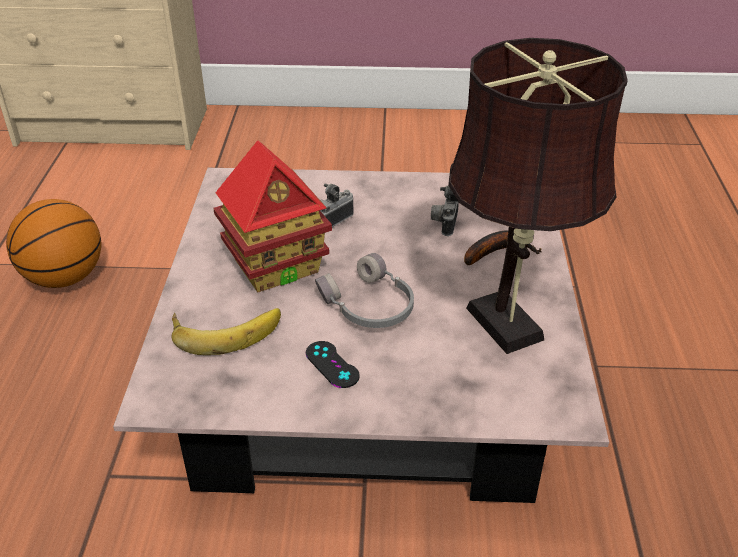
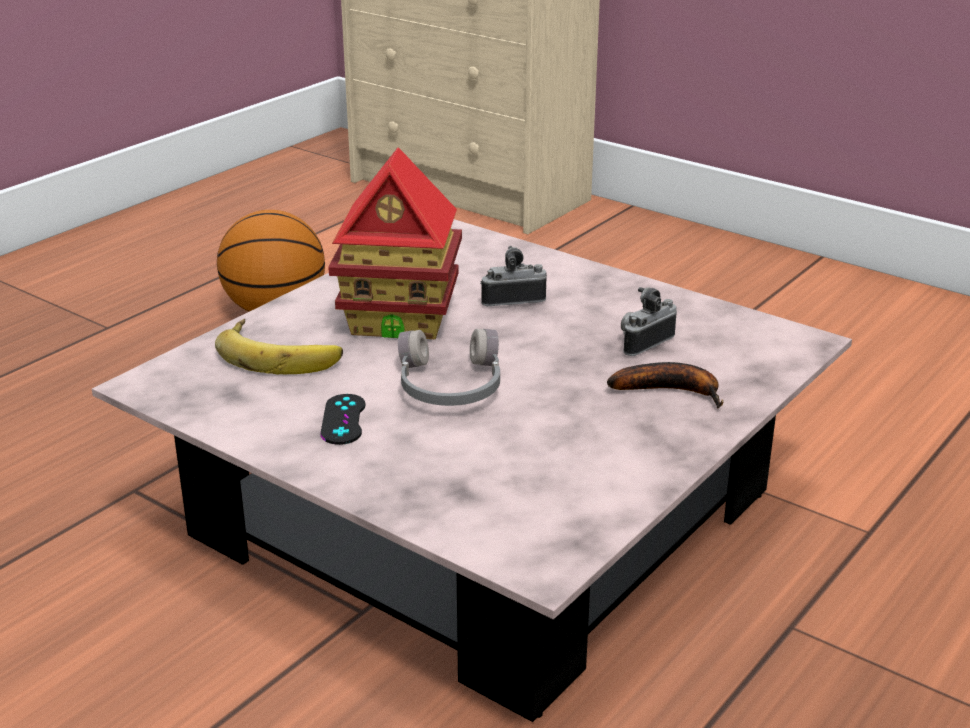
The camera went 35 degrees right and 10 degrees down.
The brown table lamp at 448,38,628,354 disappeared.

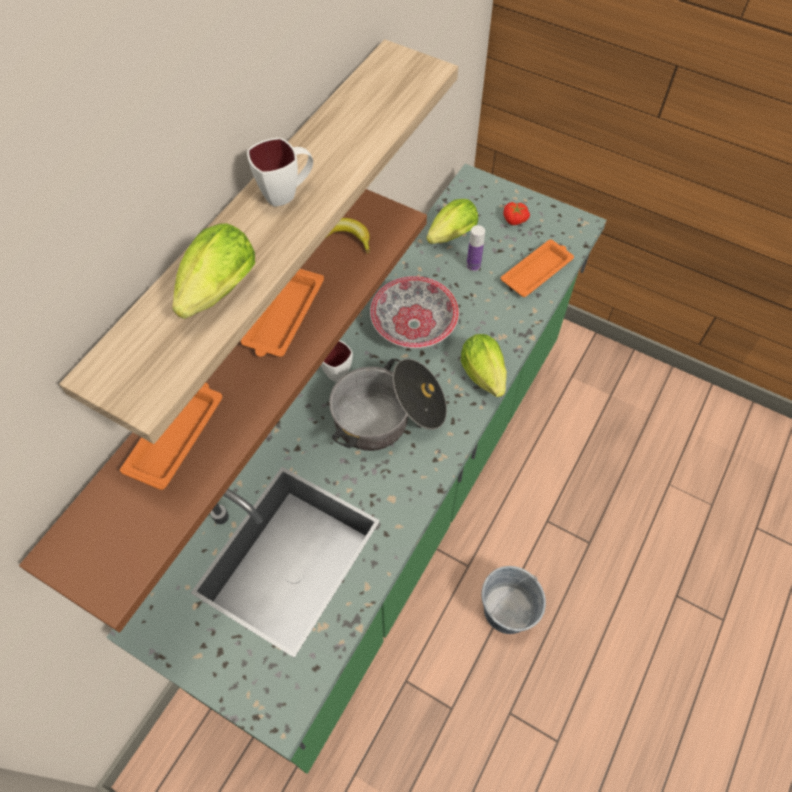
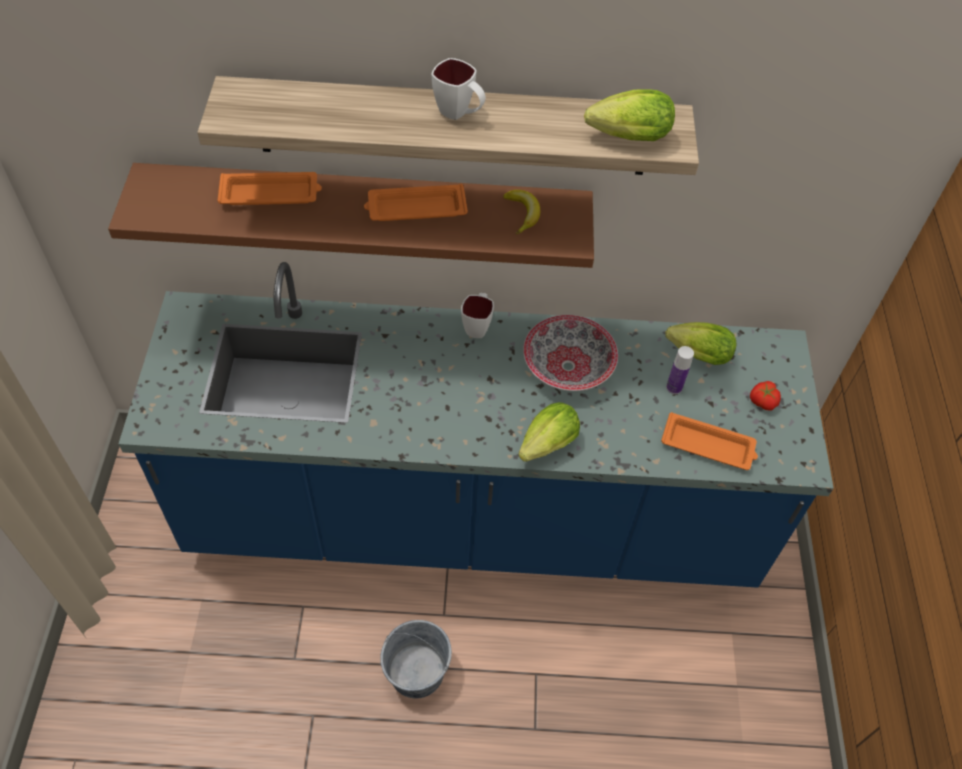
The camera went 60 degrees right and 5 degrees down.
The green counter at 106,164,607,774 became the blue counter at 119,262,834,588.
The lettuce moved from 172,223,255,319 to 584,89,675,141.
The cooking pot at 329,359,447,451 disappeared.

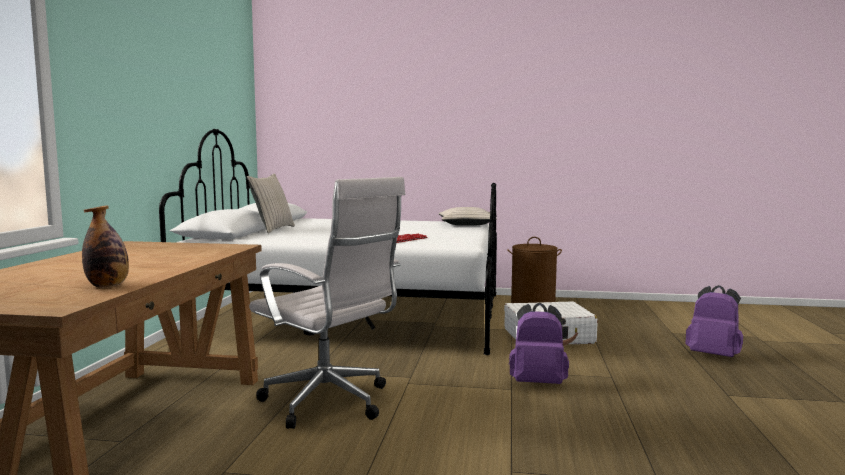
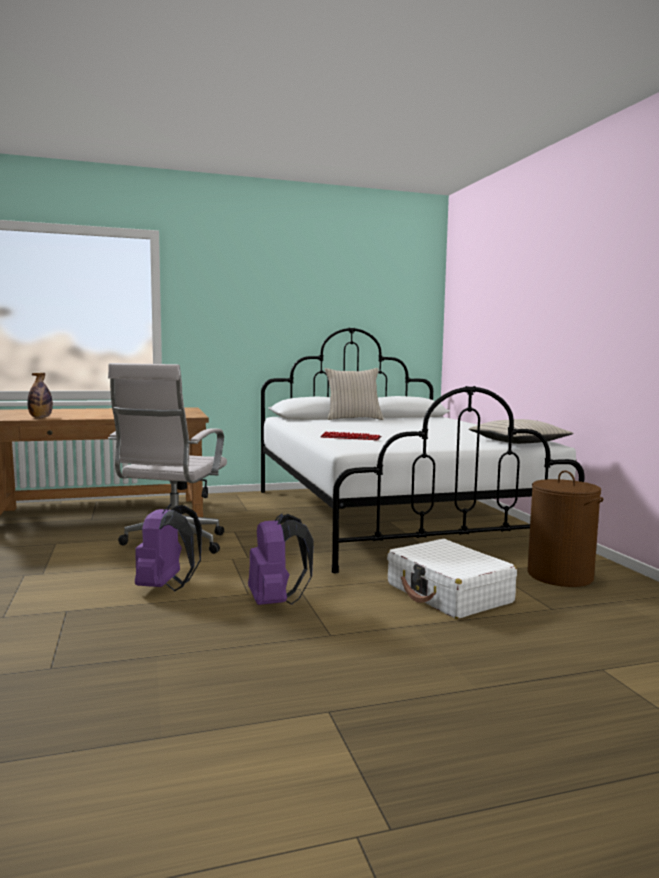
The camera went 65 degrees right and 0 degrees up.
The purple backpack moved from 685,285,743,357 to 135,504,202,591.

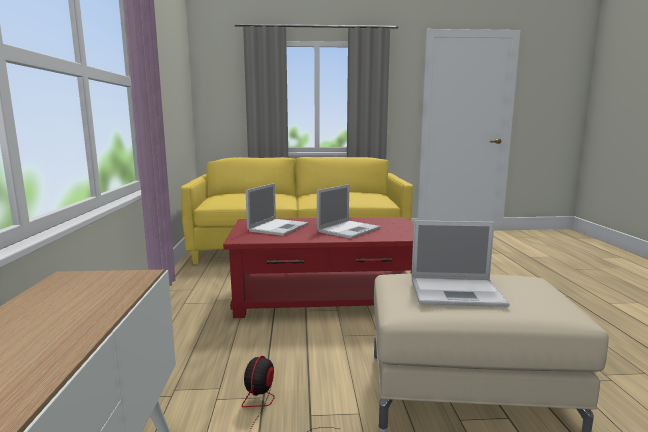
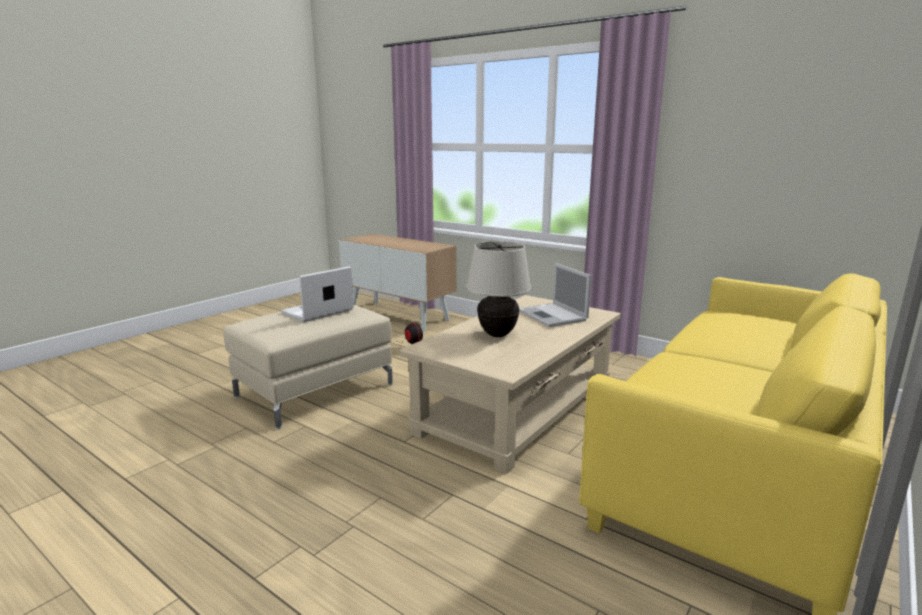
The camera went 130 degrees right and 5 degrees up.
The laptop at 317,184,381,239 was replaced by the beige table lamp at 466,241,531,337.
The red coffee table at 223,217,414,318 became the beige coffee table at 400,295,621,474.

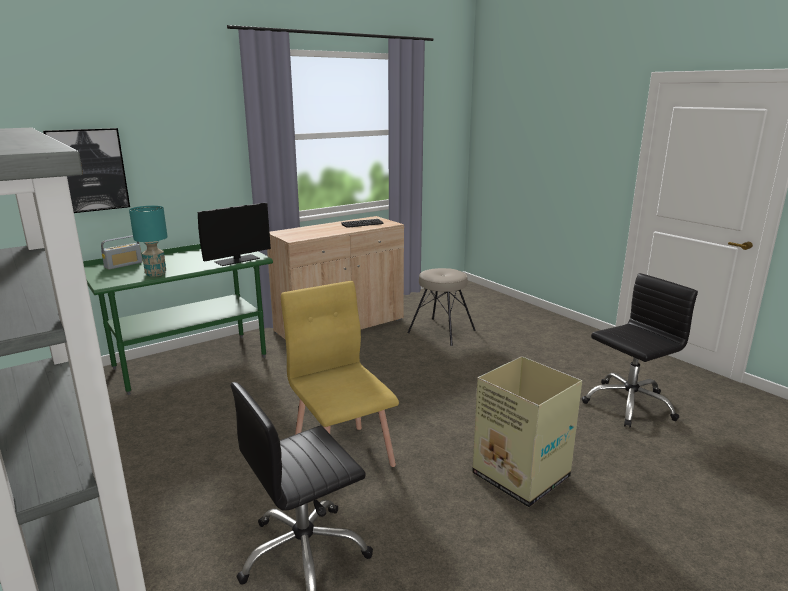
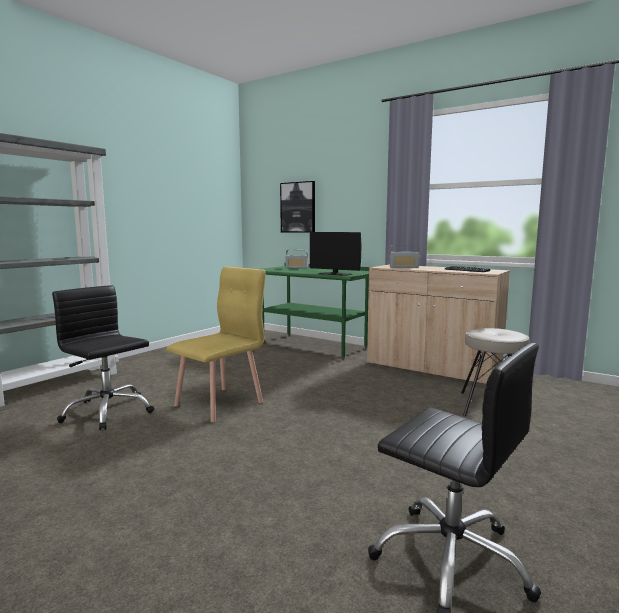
The camera went 70 degrees right and 10 degrees down.
The turquoise table lamp at 129,206,168,277 disappeared.
The cardboard box at 472,356,582,507 disappeared.
The radio at 389,245,420,268 appeared.

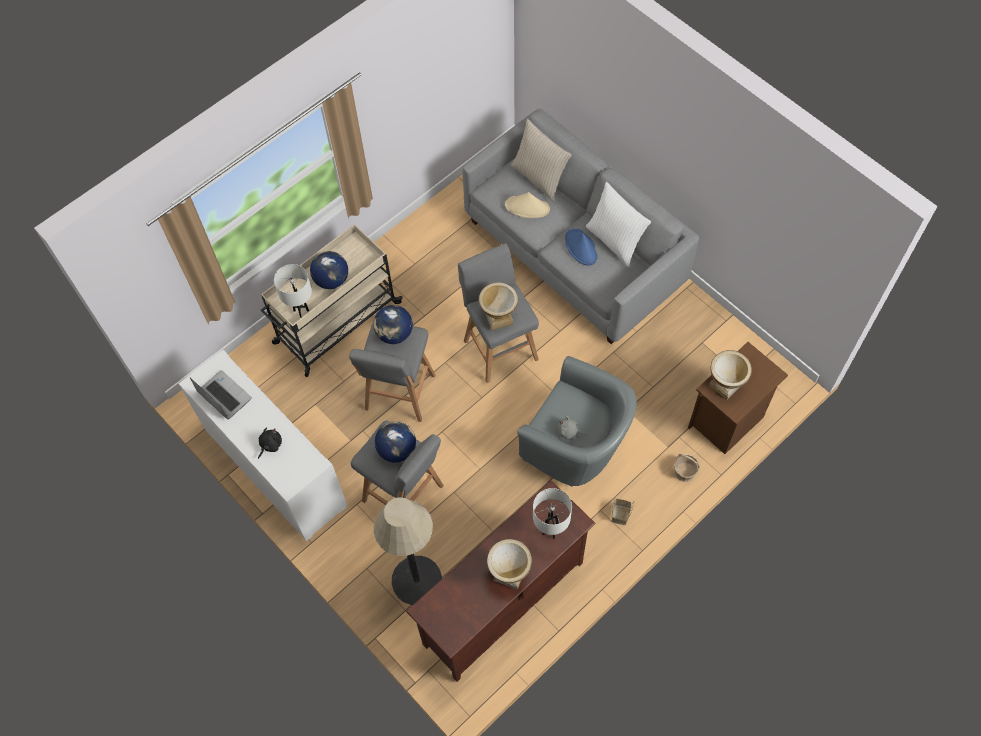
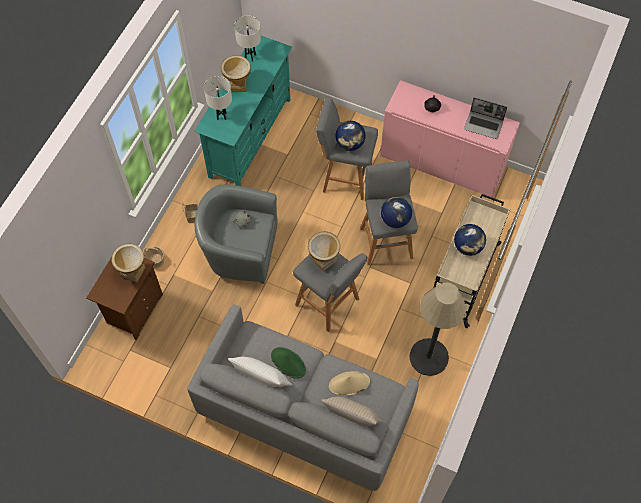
The camera went 155 degrees right and 0 degrees up.
The blue hat at 565,228,598,266 became the green hat at 271,347,306,379.
The white table lamp moved from 274,264,312,318 to 234,15,261,61.
The white cabinet at 179,350,347,541 became the pink cabinet at 380,80,520,198.
The brown tv stand at 406,481,596,682 became the turquoise tv stand at 194,36,292,186.
The floor lamp moved from 374,498,442,605 to 409,283,466,376.

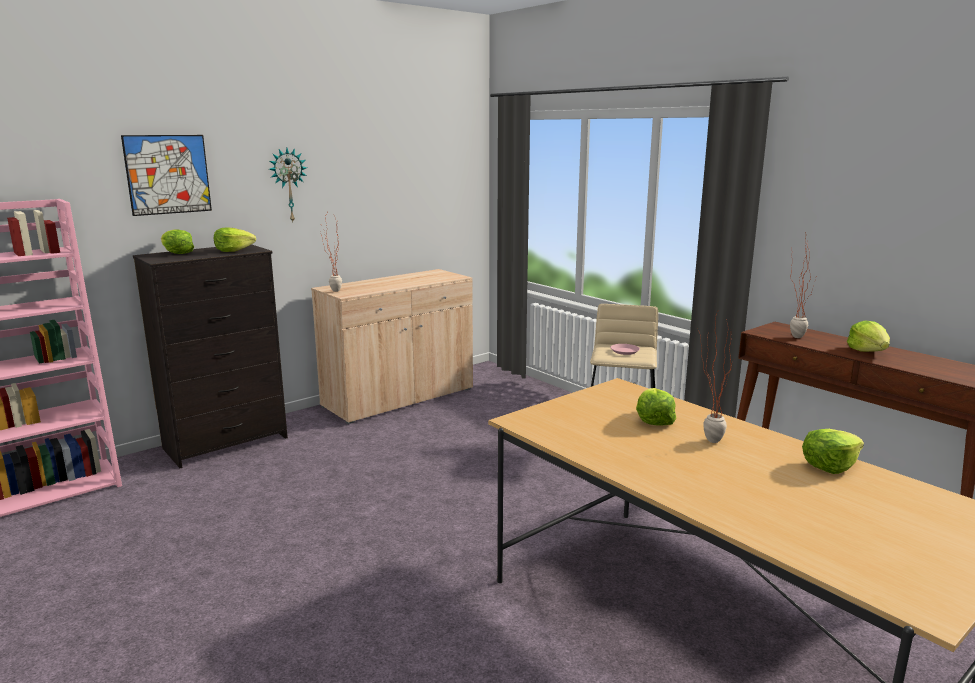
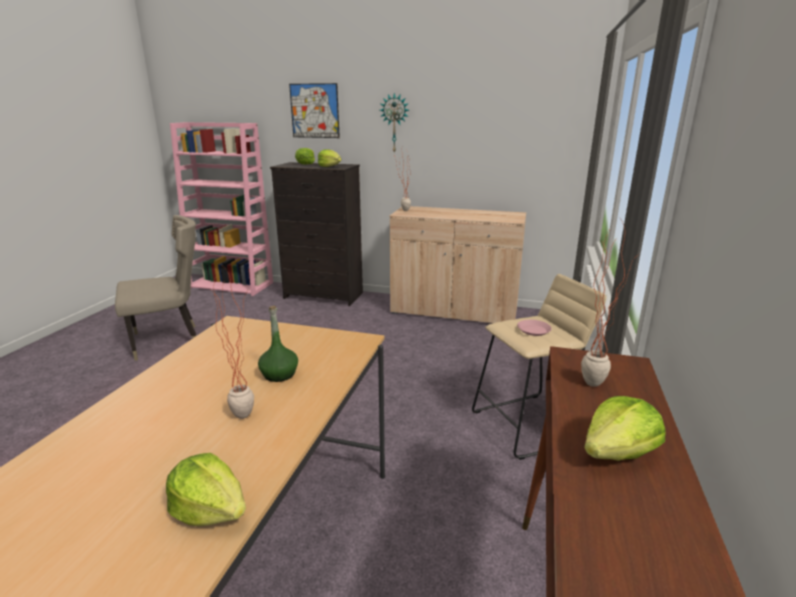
The camera went 55 degrees right and 5 degrees up.
The lettuce at 636,388,676,426 was replaced by the green bottle at 258,306,298,382.
The beige chair at 115,215,197,361 appeared.

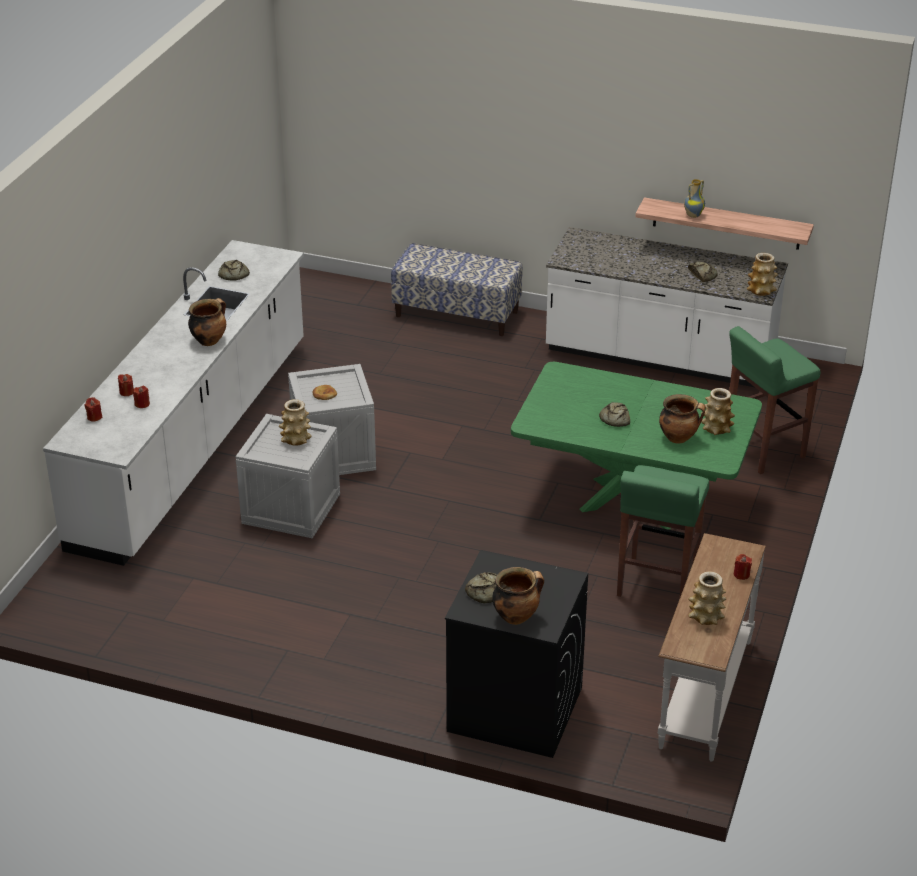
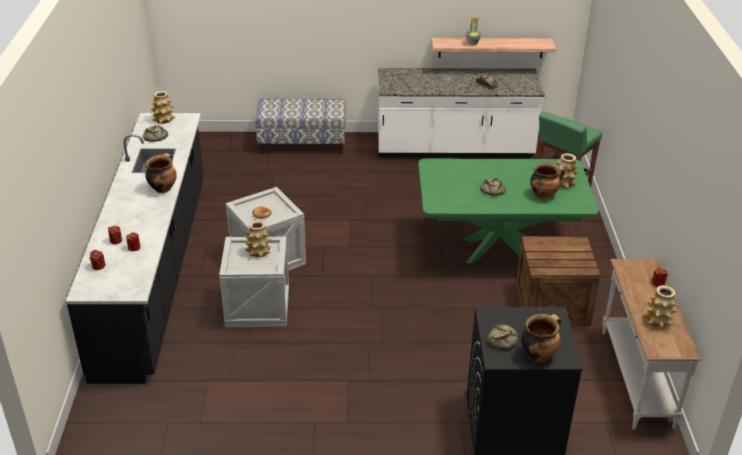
The camera went 20 degrees left and 0 degrees up.
The white counter at 43,240,304,566 became the black counter at 66,113,204,384.
The vase moved from 747,253,778,296 to 151,91,175,124.
The green stool at 617,465,709,600 was replaced by the crate at 516,236,600,326.

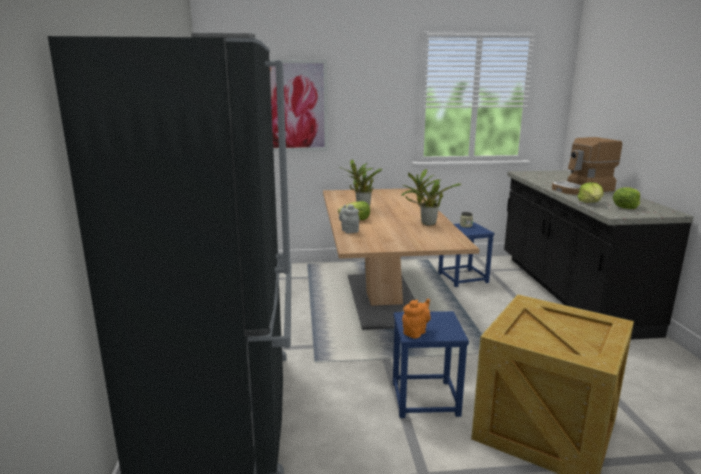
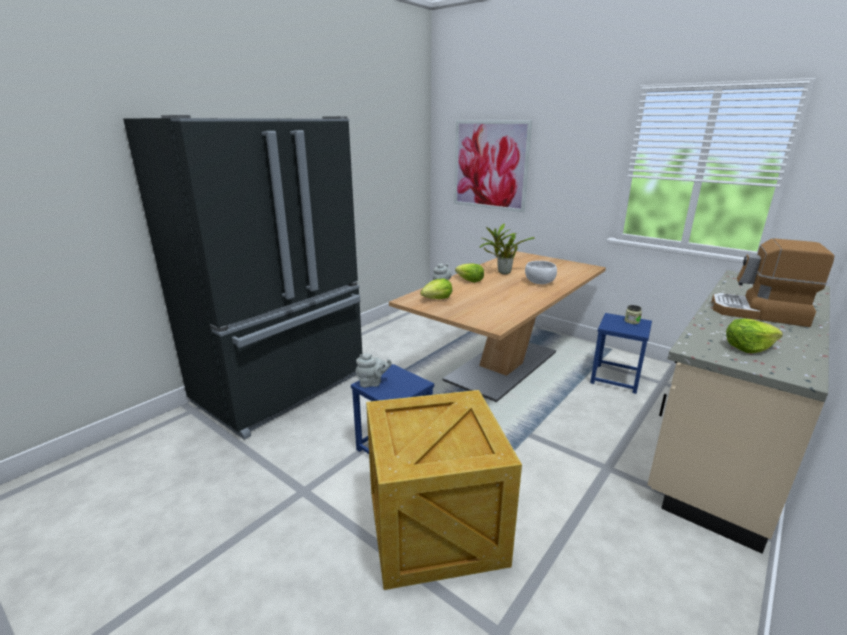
The camera went 45 degrees right and 5 degrees up.
The potted plant at 402,169,462,226 disappeared.
The black counter at 504,170,694,340 became the beige counter at 647,270,830,554.
The lettuce moved from 578,182,603,203 to 420,279,452,299.
The orange teapot at 402,299,430,339 became the grey teapot at 356,353,392,387.
The white bowl at 525,261,557,284 appeared.

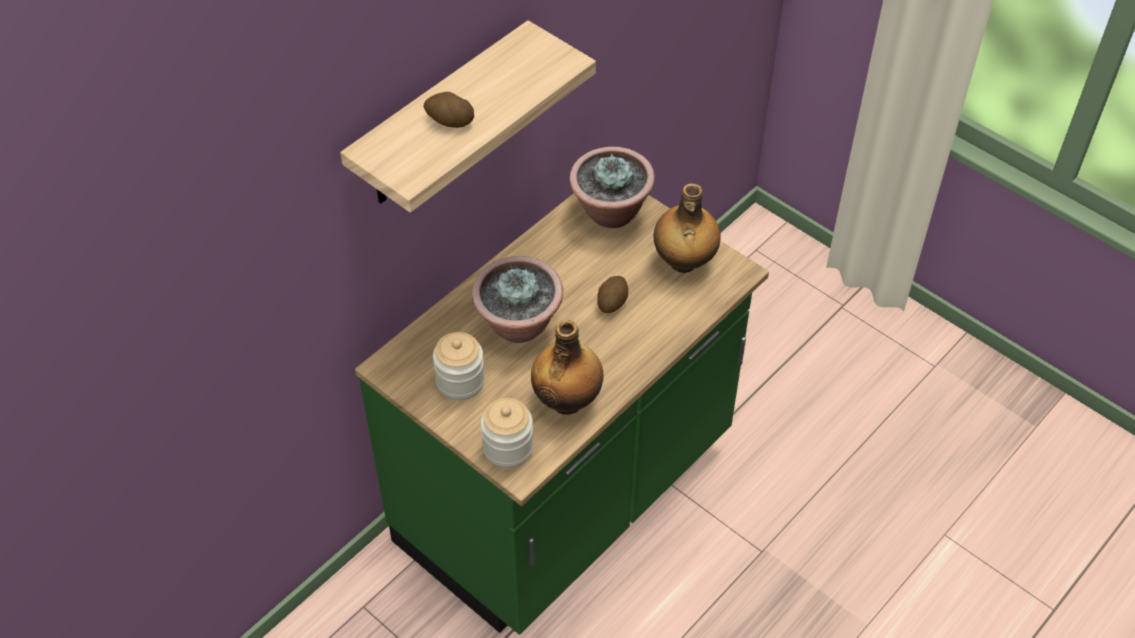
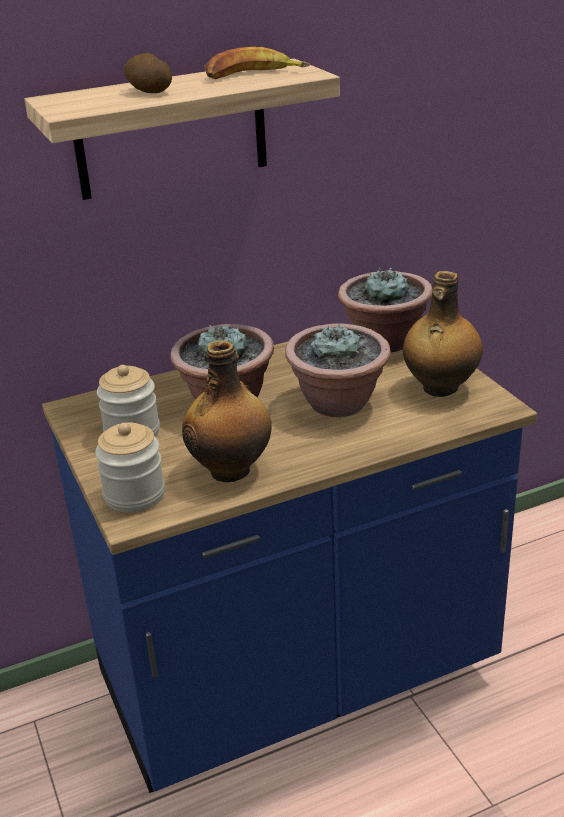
The camera went 25 degrees right and 20 degrees down.
The green counter at 355,193,769,635 became the blue counter at 42,341,537,793.
The potato at 597,276,628,313 was replaced by the potted plant at 285,323,391,417.
The banana at 205,47,310,79 appeared.

